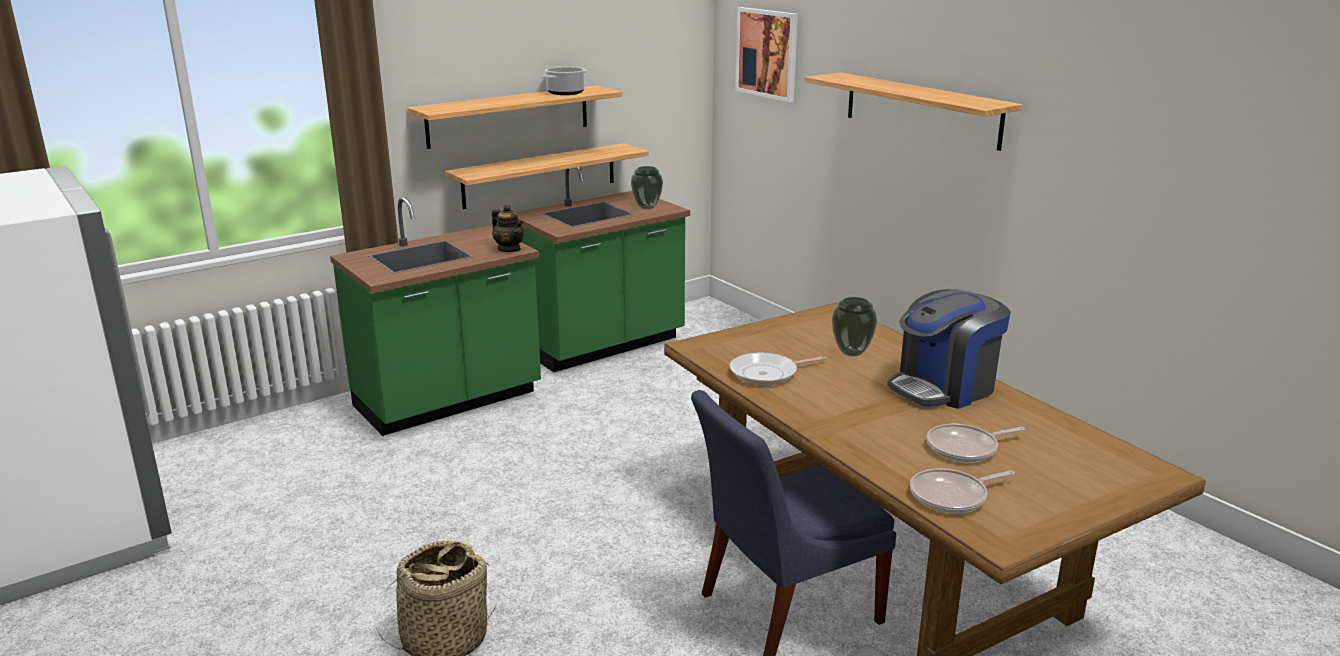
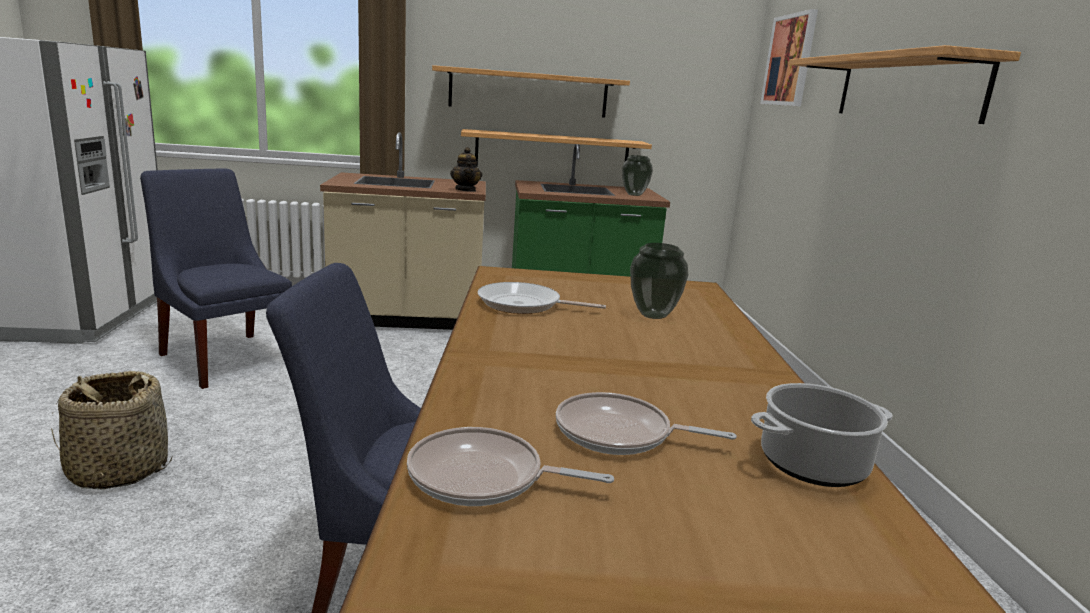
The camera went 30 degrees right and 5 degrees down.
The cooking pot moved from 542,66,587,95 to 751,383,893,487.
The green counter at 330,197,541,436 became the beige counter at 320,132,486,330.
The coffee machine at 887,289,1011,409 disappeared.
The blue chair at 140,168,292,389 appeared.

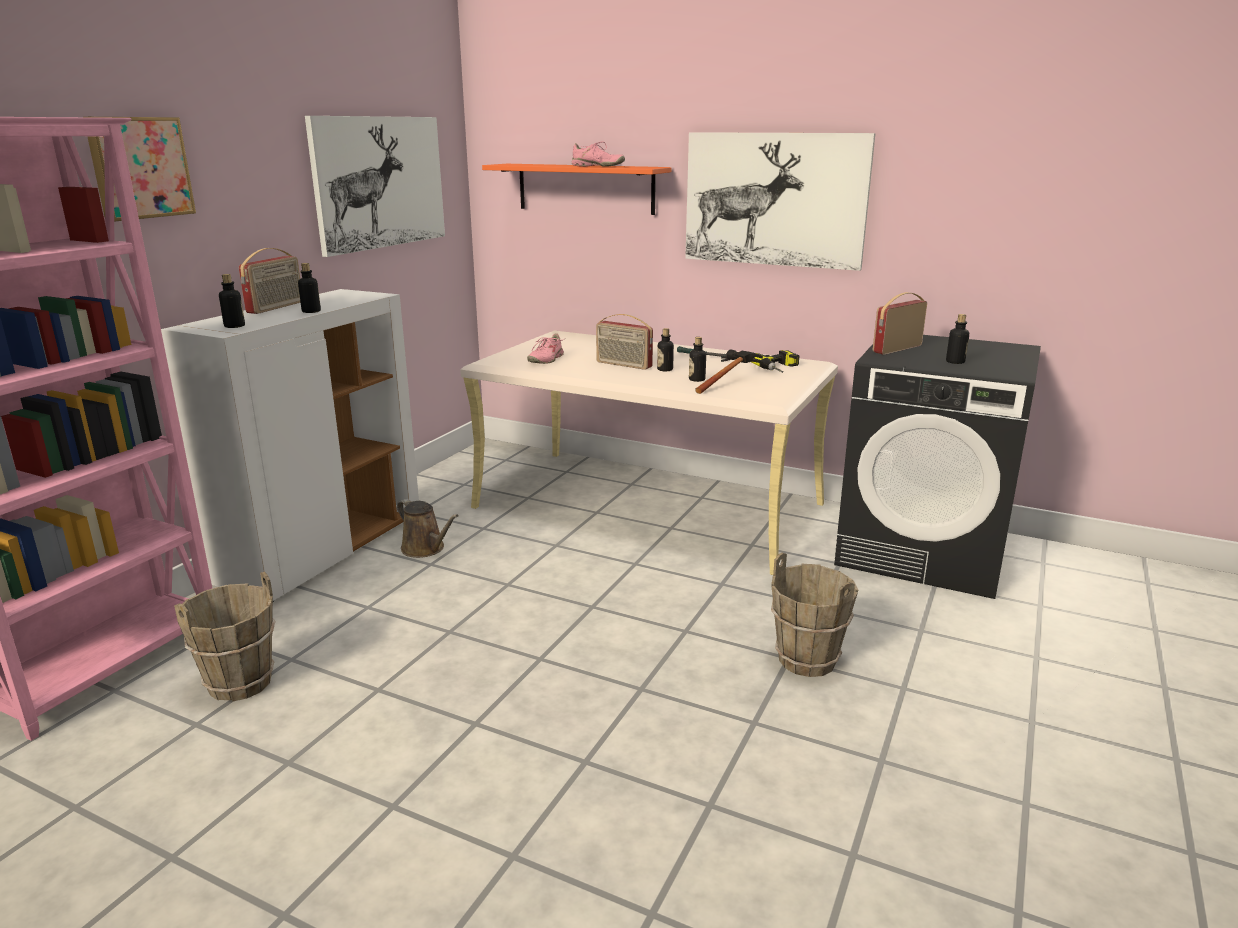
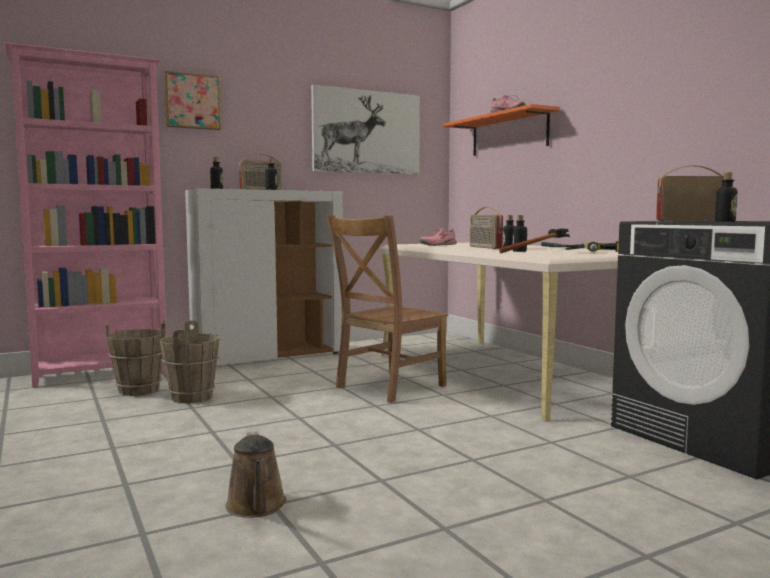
The camera went 35 degrees right and 15 degrees down.
The picture at 685,132,876,271 disappeared.
The brown watering can moved from 397,499,459,558 to 225,431,287,518.
The brown bucket moved from 771,553,858,677 to 159,320,220,403.
The brown chair at 326,215,448,403 appeared.

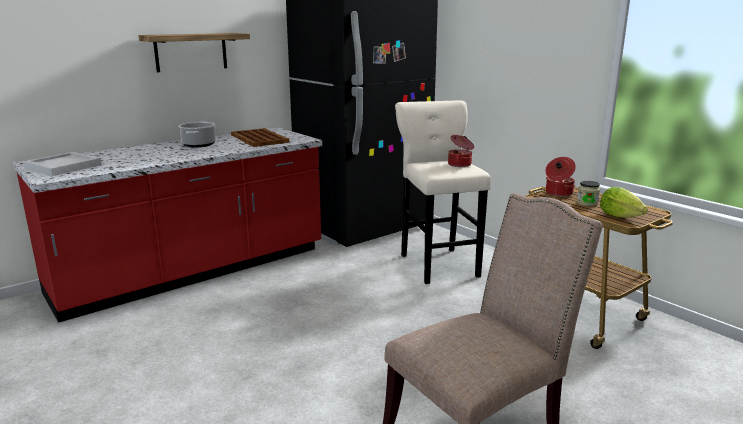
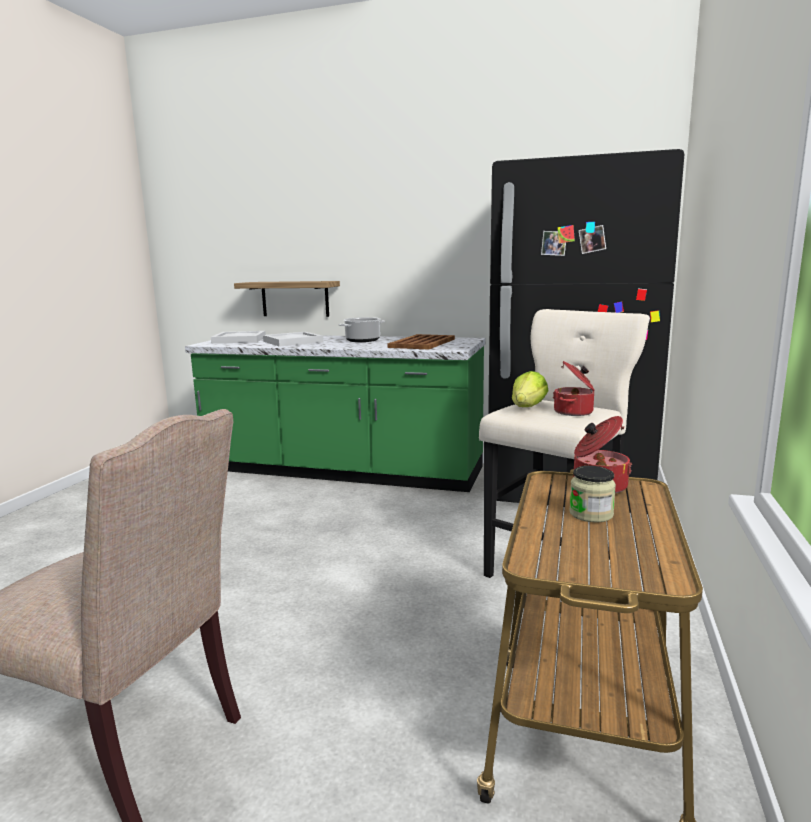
The camera went 55 degrees right and 5 degrees down.
The shelf moved from 139,33,250,72 to 234,281,340,317.
The red counter at 13,127,322,323 became the green counter at 185,335,486,492.
The lettuce moved from 600,187,648,218 to 512,371,549,407.
The white tray at 263,332,323,347 appeared.

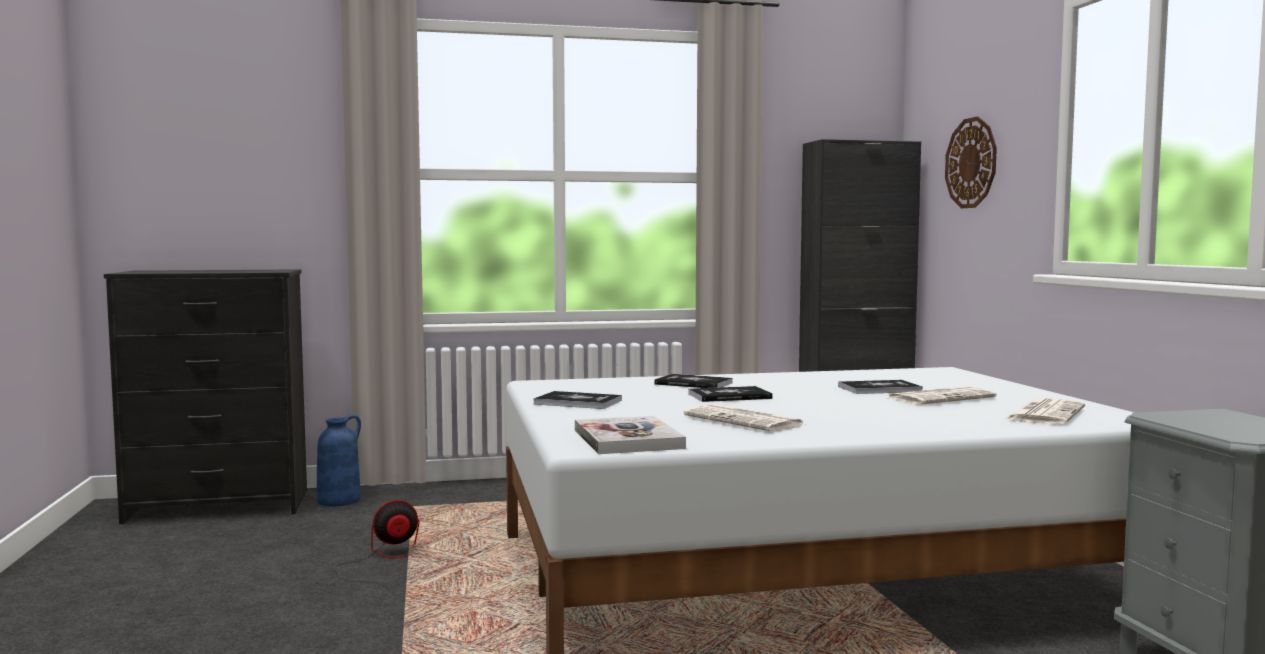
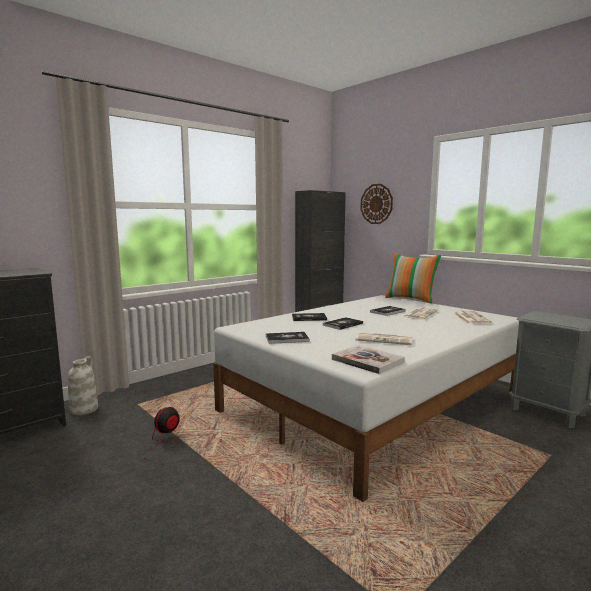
The camera went 30 degrees left and 5 degrees up.
The blue vase at 317,414,361,506 became the white vase at 68,356,98,415.
The pillow at 385,253,442,304 appeared.

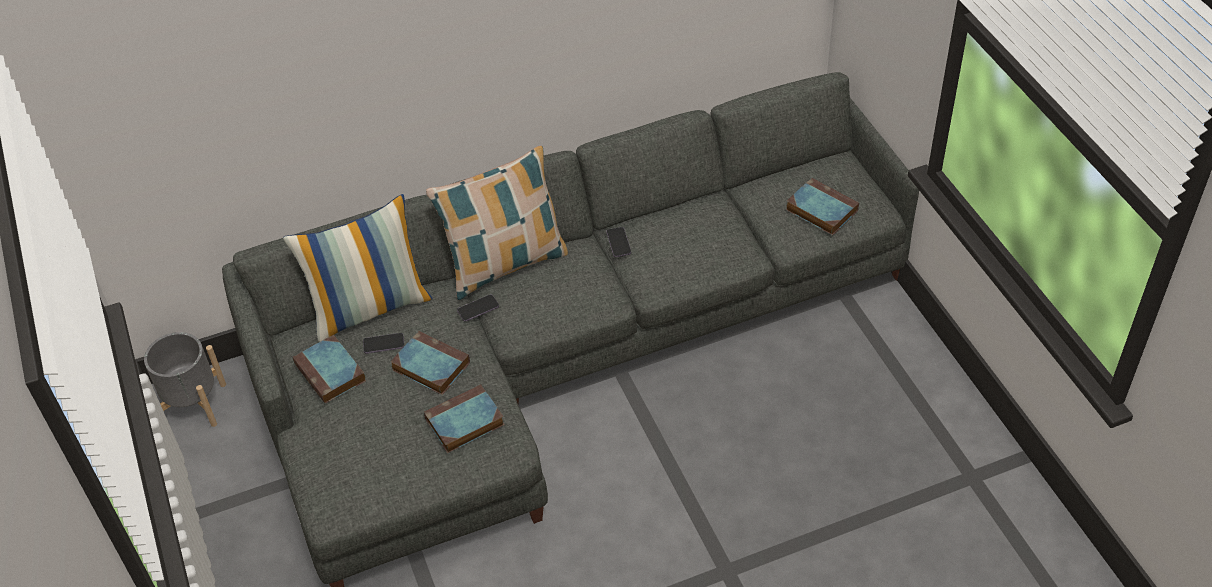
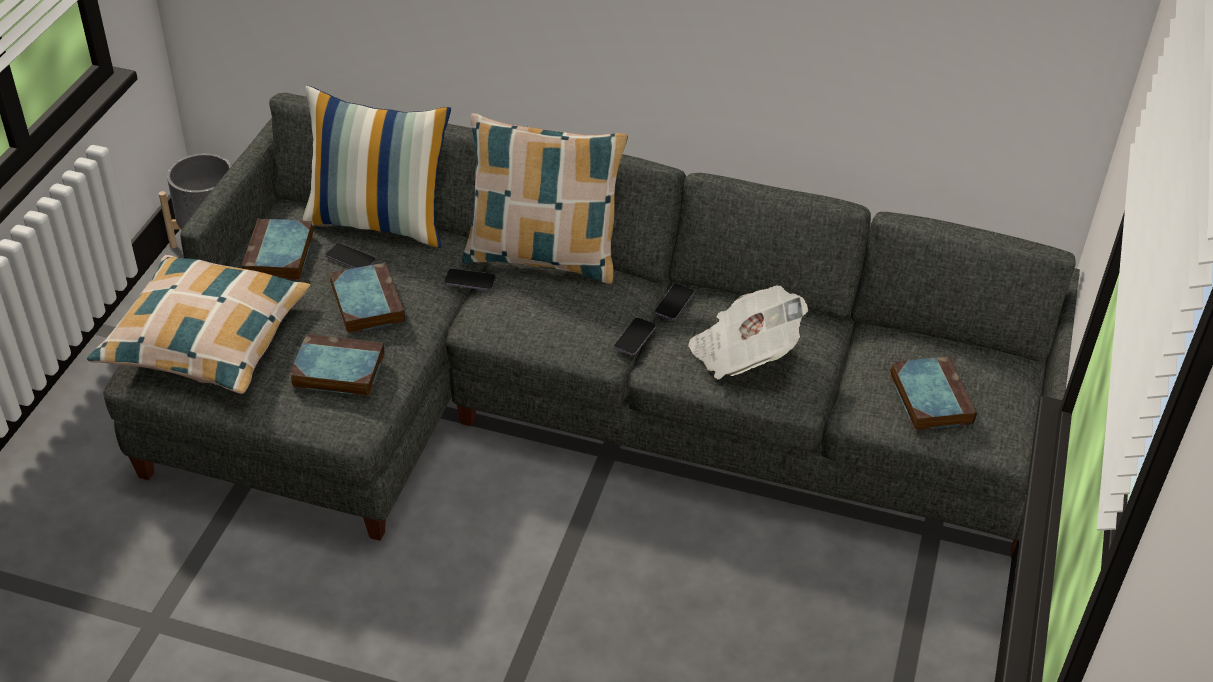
The camera went 35 degrees right and 5 degrees down.
The pillow at 87,255,311,394 appeared.
The newspaper at 688,286,808,380 appeared.
The phone at 614,317,656,355 appeared.

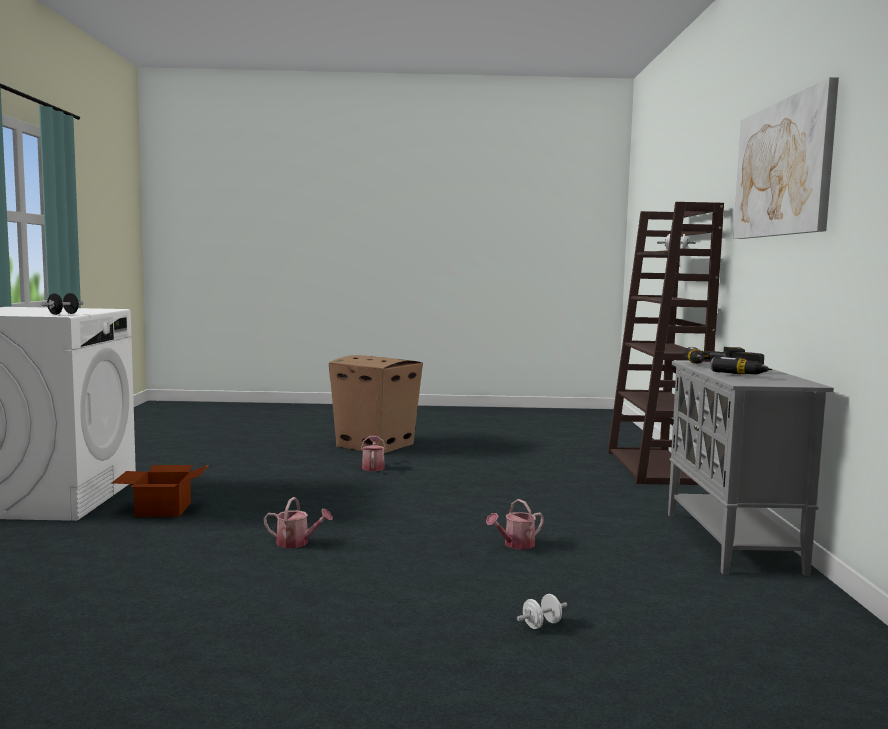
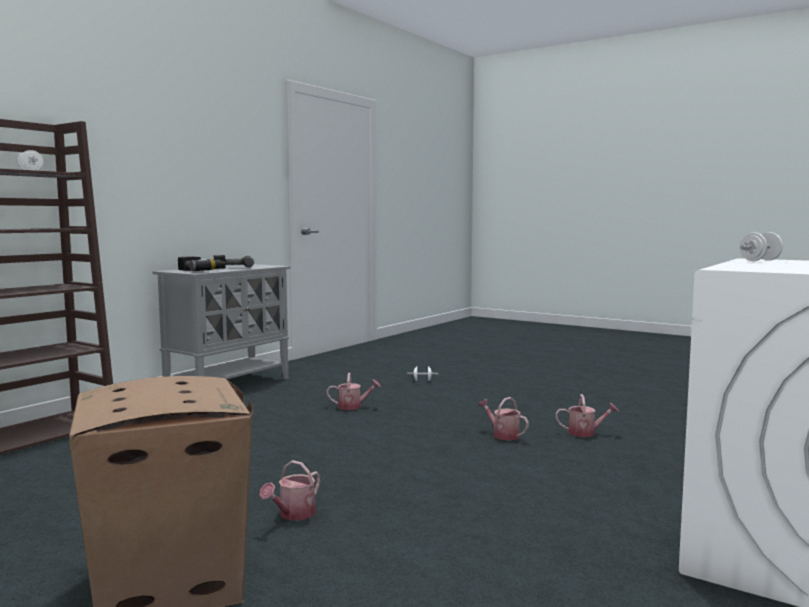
The camera went 145 degrees left and 0 degrees up.
The picture at 733,77,839,239 disappeared.
The black dumbbell at 41,293,84,315 became the white dumbbell at 740,232,783,261.
The cardboard box at 112,465,209,517 disappeared.
The watering can at 555,394,619,437 appeared.

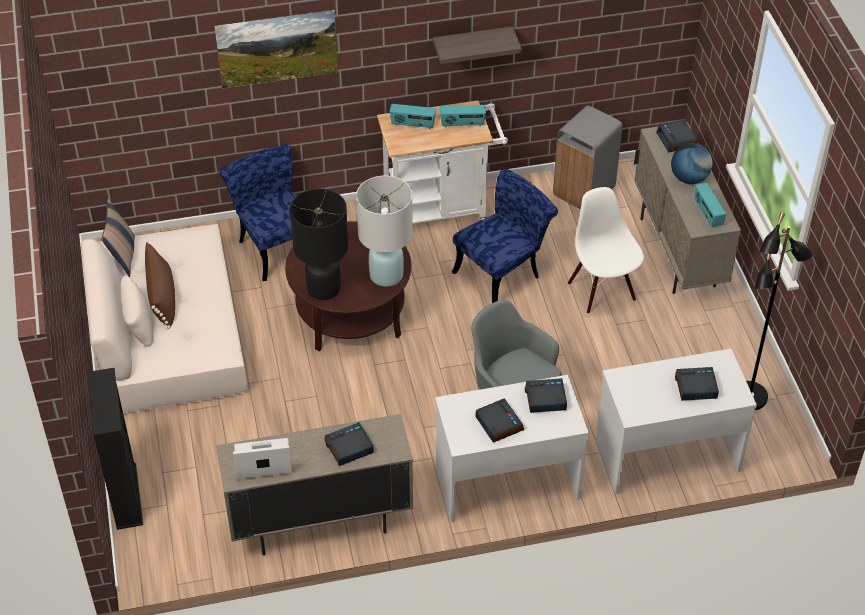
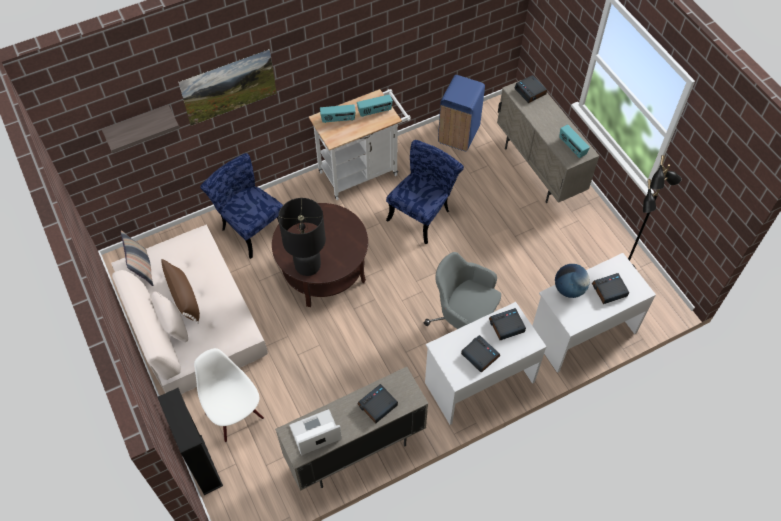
The camera went 15 degrees left and 10 degrees up.
The shelf moved from 433,26,522,64 to 102,105,179,153.
The grey trash can at 553,105,622,210 became the blue trash can at 438,75,485,151.
The globe moved from 671,143,713,184 to 555,264,590,298.
The white table lamp at 356,176,413,287 disappeared.
The white chair moved from 568,187,644,314 to 194,348,264,442.

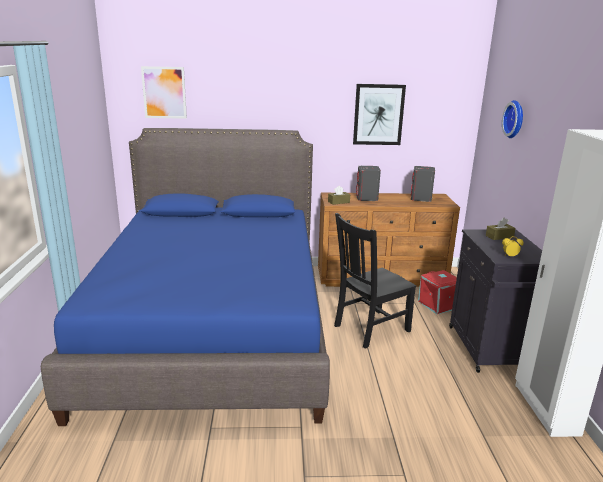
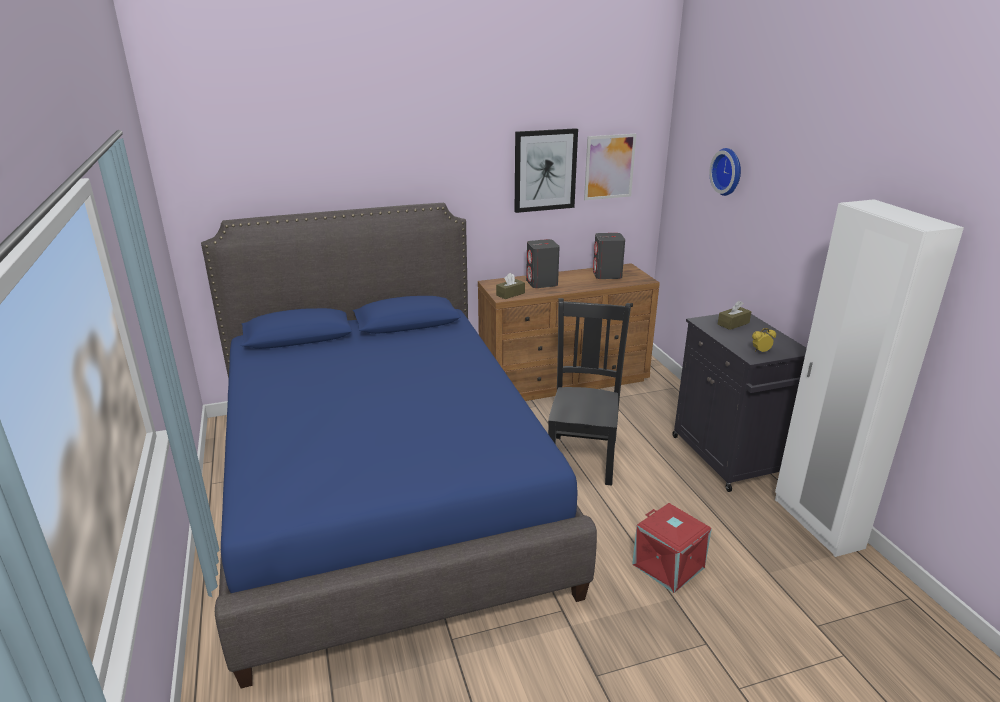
The camera went 15 degrees left and 5 degrees up.
The picture moved from 141,66,187,119 to 584,134,636,200.
The black chair at 334,213,416,349 turned 150 degrees clockwise.
The red storage box moved from 418,270,457,314 to 632,503,712,593.

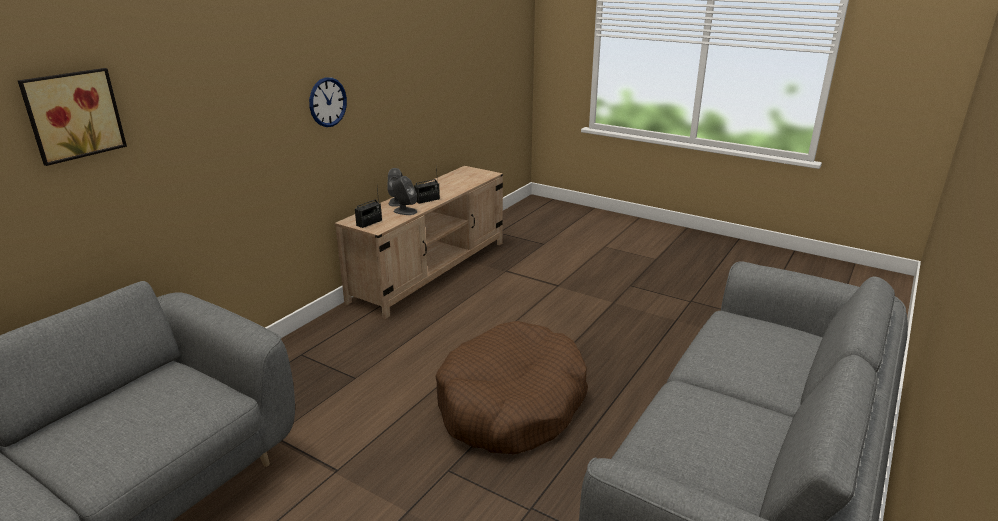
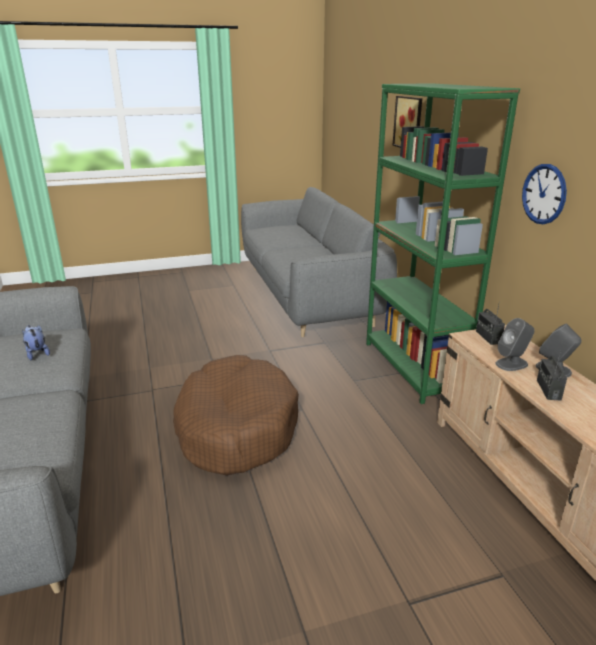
The camera went 130 degrees right and 0 degrees up.
The green bookcase at 366,83,520,404 appeared.
The plush toy at 22,325,50,360 appeared.

